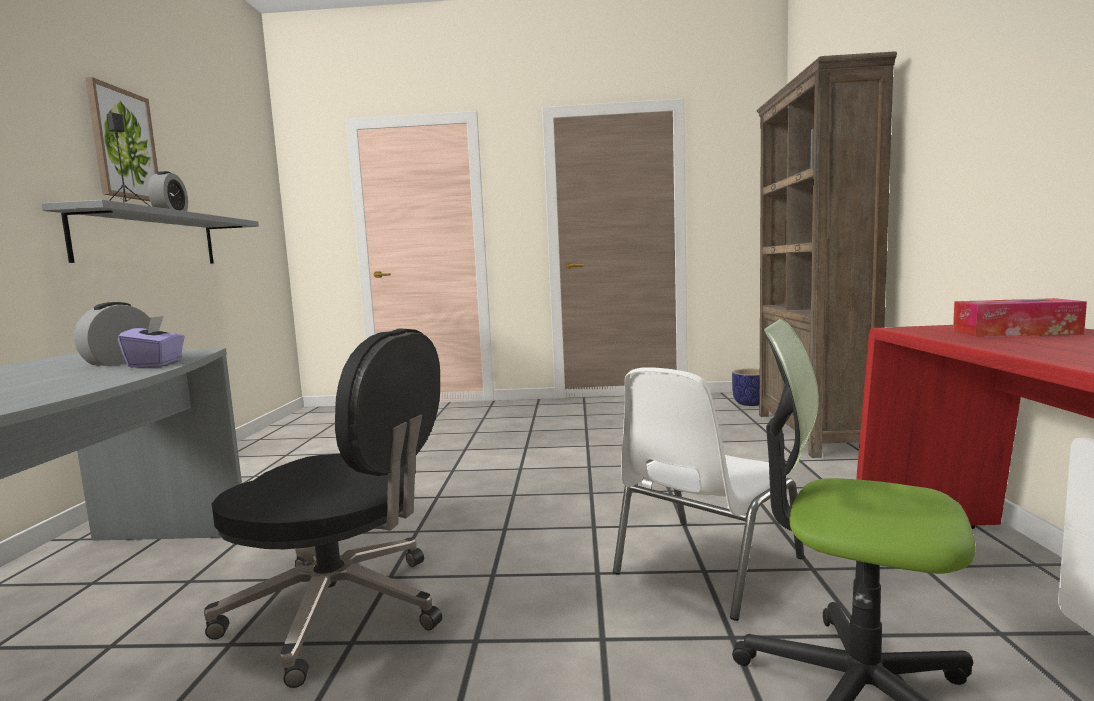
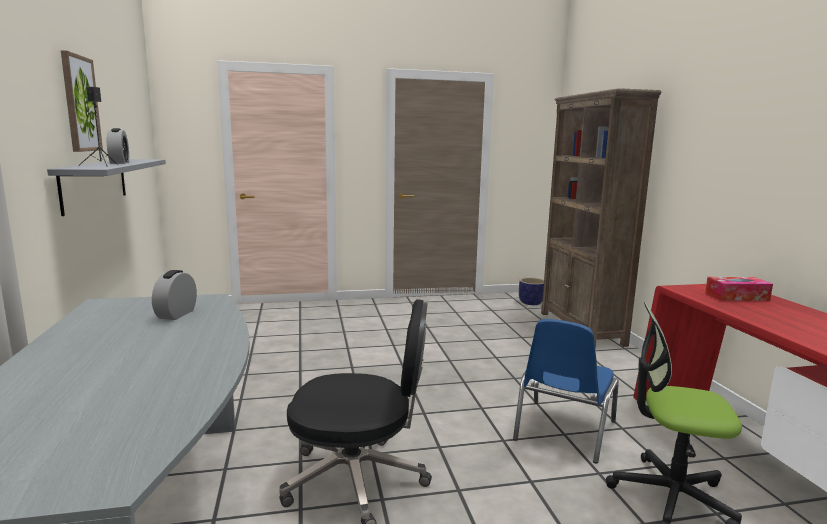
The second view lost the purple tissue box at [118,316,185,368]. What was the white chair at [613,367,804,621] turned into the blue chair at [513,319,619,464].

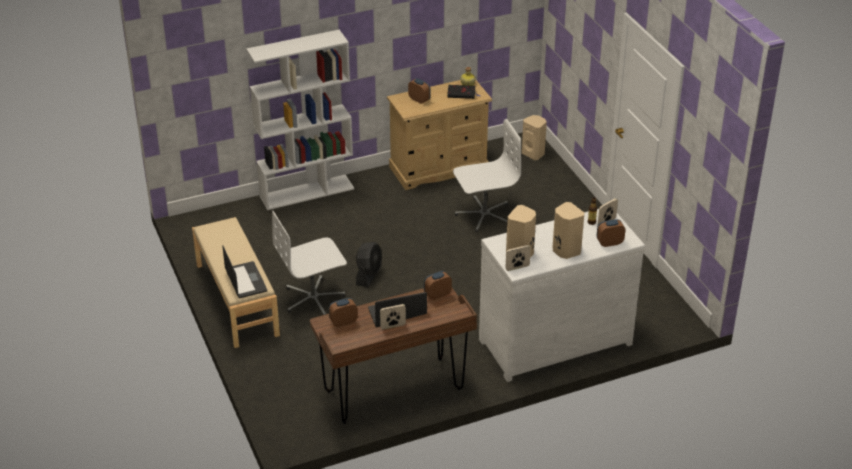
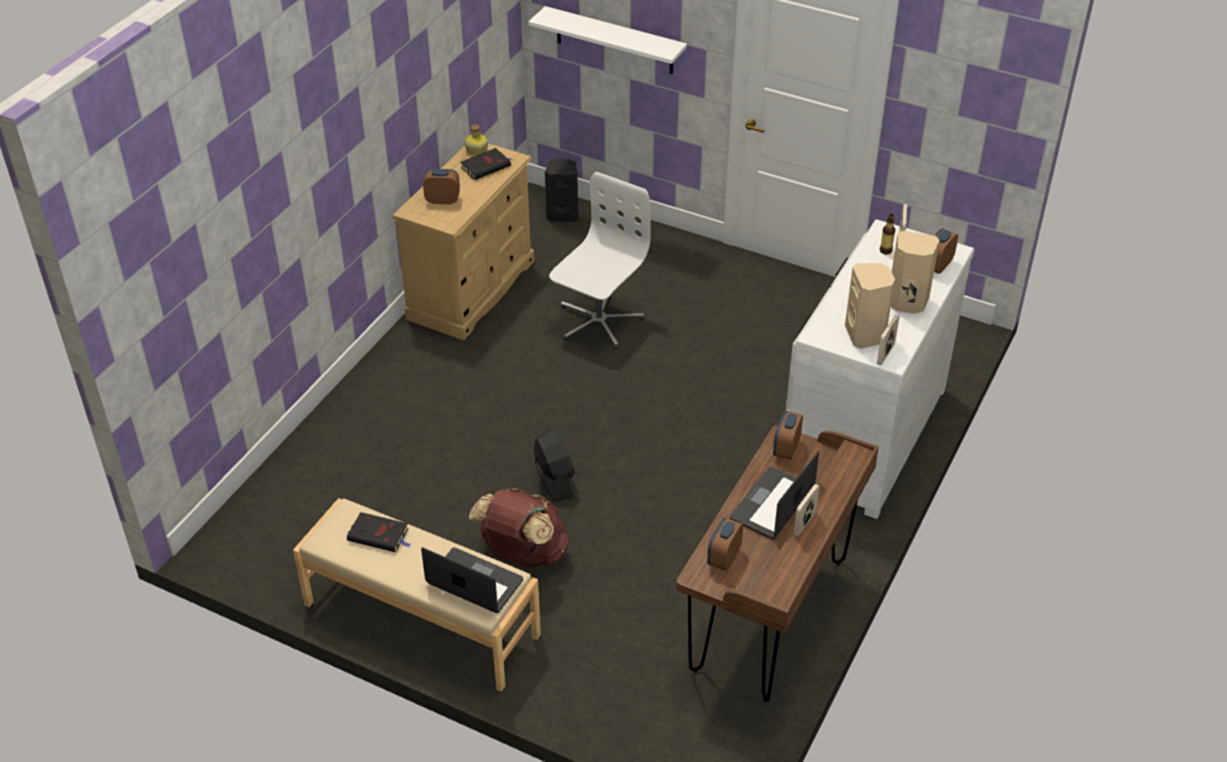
The second view lost the white bookcase at [246,30,354,210]. Where the white office chair stood at [272,211,347,315], the brown backpack came to stand at [469,488,570,568]. What was the beige speaker at [522,115,547,160] turned into the black speaker at [545,159,578,222]. The second view gained the black book at [347,512,411,552]. The second view gained the white shelf at [528,6,687,74].

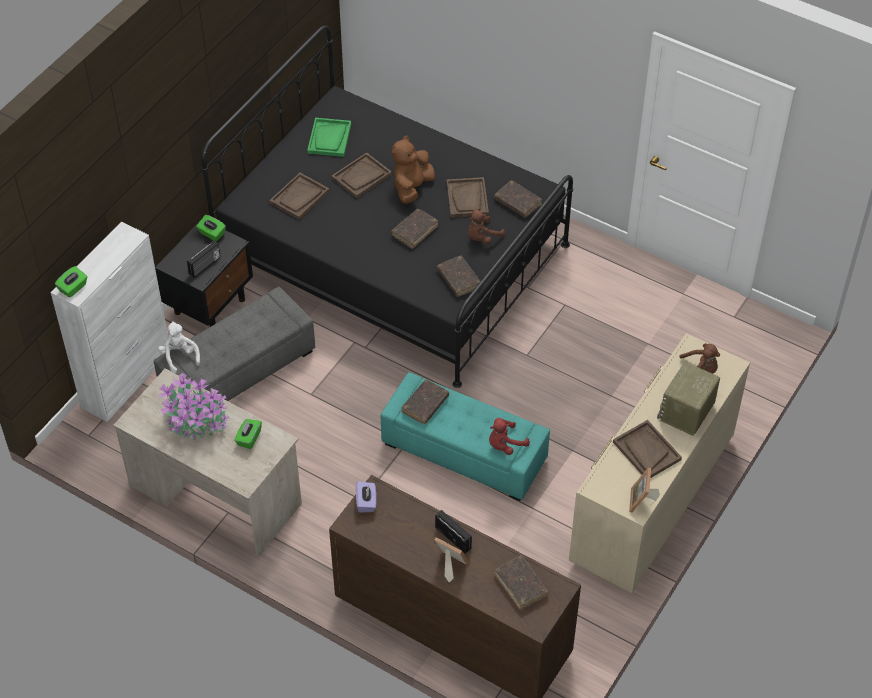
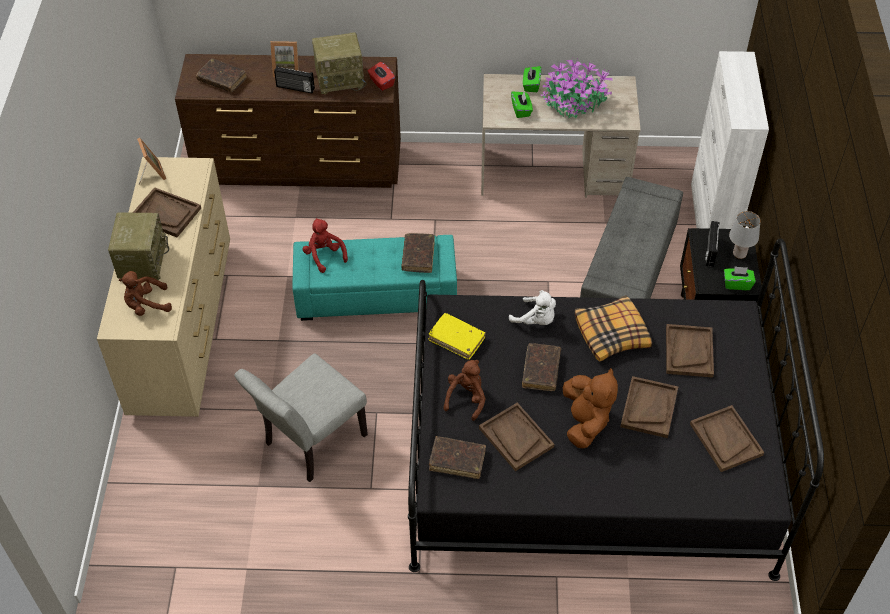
The green tissue box ended up elsewhere, having gone from [55,266,87,298] to [523,66,541,92]. The white plush toy ended up elsewhere, having gone from [158,321,200,373] to [509,290,556,325]. What was the green tray at [307,118,351,157] turned into the brown tray at [690,405,764,472]. What was the purple tissue box at [356,481,376,513] turned into the red tissue box at [368,62,395,91]. What was the brown book at [437,255,480,297] turned into the yellow book at [428,313,486,360]. The red plush toy at [489,418,530,455] ended up facing another way, 60 degrees counterclockwise from before. The second view gained the grey chair at [234,353,368,482]. The second view gained the radio at [312,32,367,94]. The second view gained the pillow at [575,295,652,362]. The second view gained the grey table lamp at [729,211,761,259].

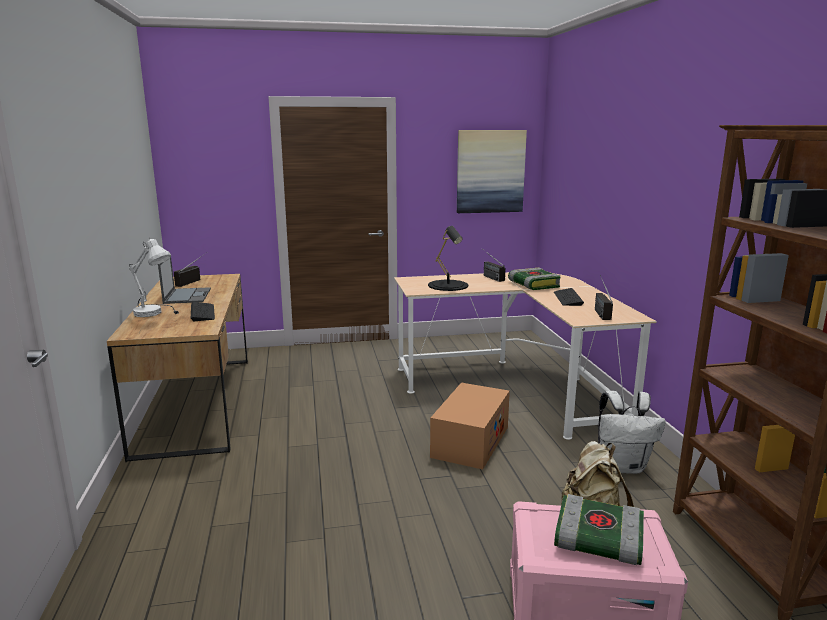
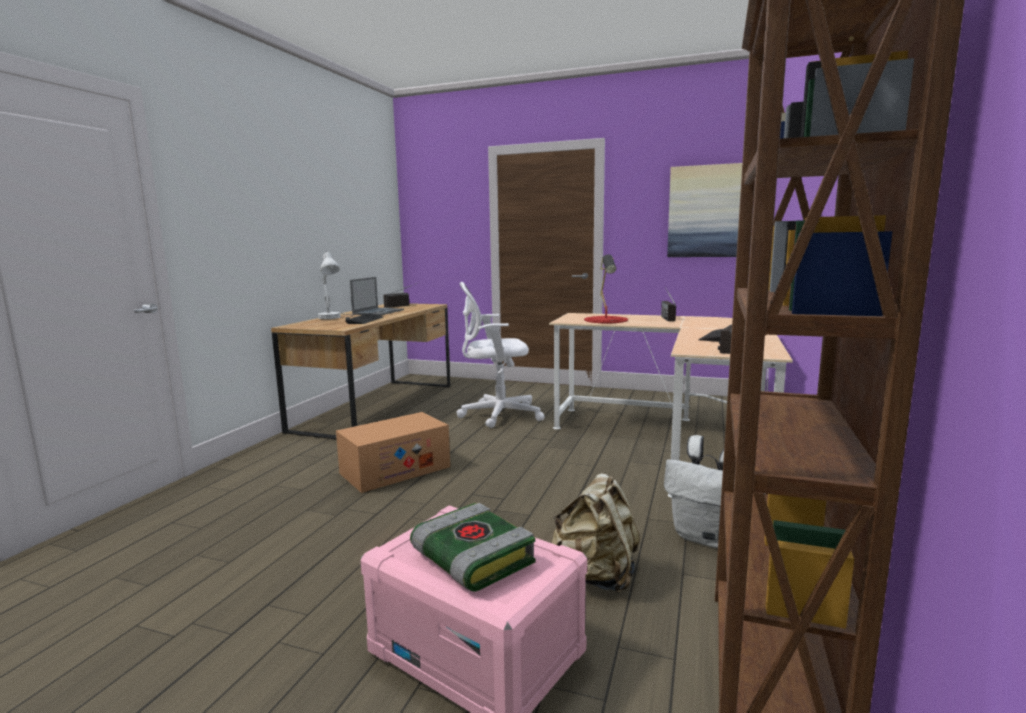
What was the black table lamp at [428,226,468,291] turned into the red table lamp at [584,254,628,323]. The cardboard box ended up elsewhere, having gone from [430,383,510,469] to [336,412,450,493]. The second view lost the book at [508,268,561,290]. The second view gained the white office chair at [456,282,545,428].

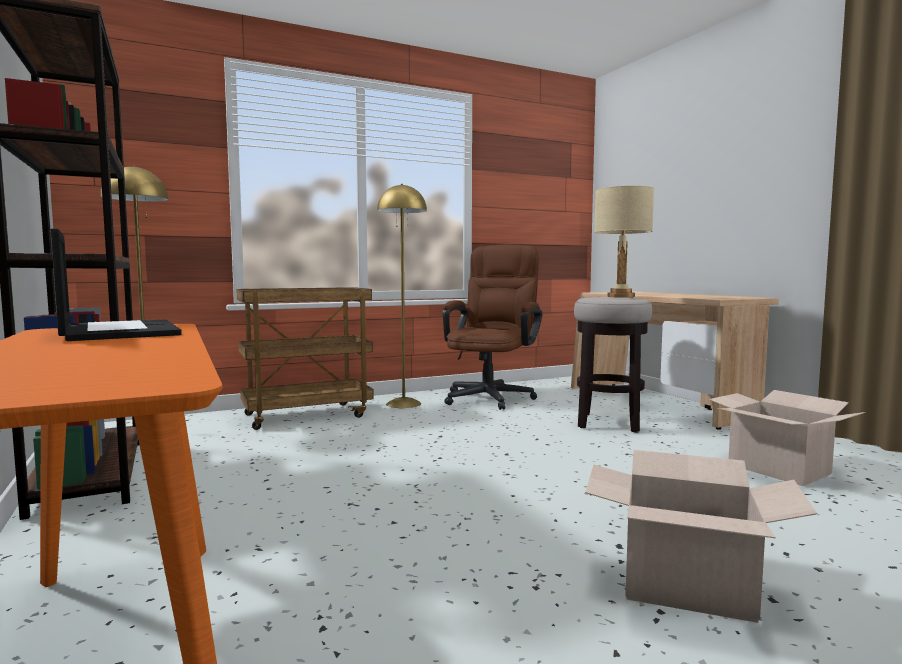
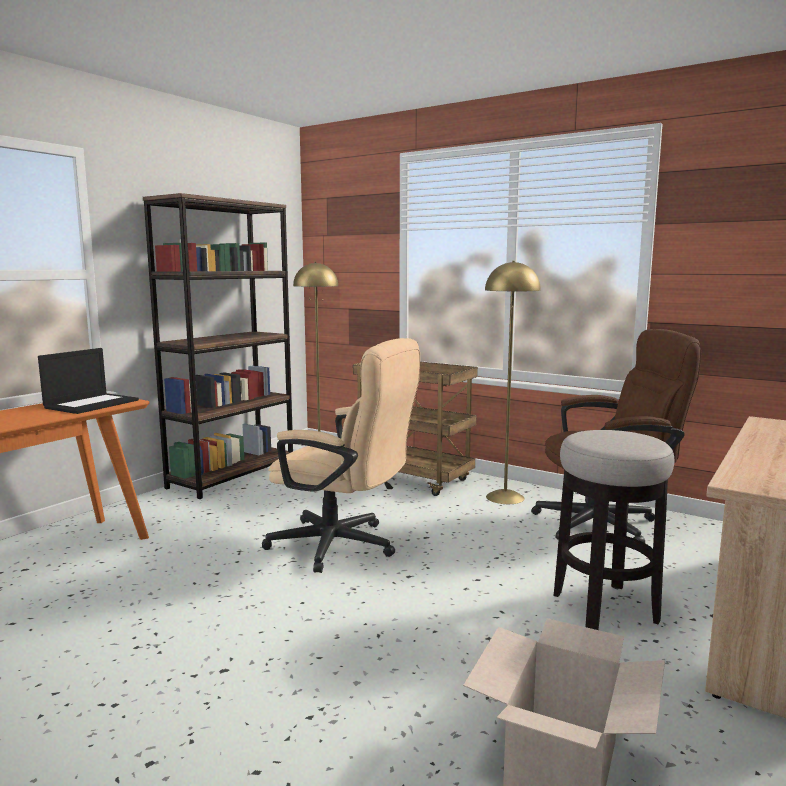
The second view lost the cardboard box at [585,450,817,623]. The second view lost the beige table lamp at [594,186,654,298]. The second view gained the beige office chair at [262,338,420,573].

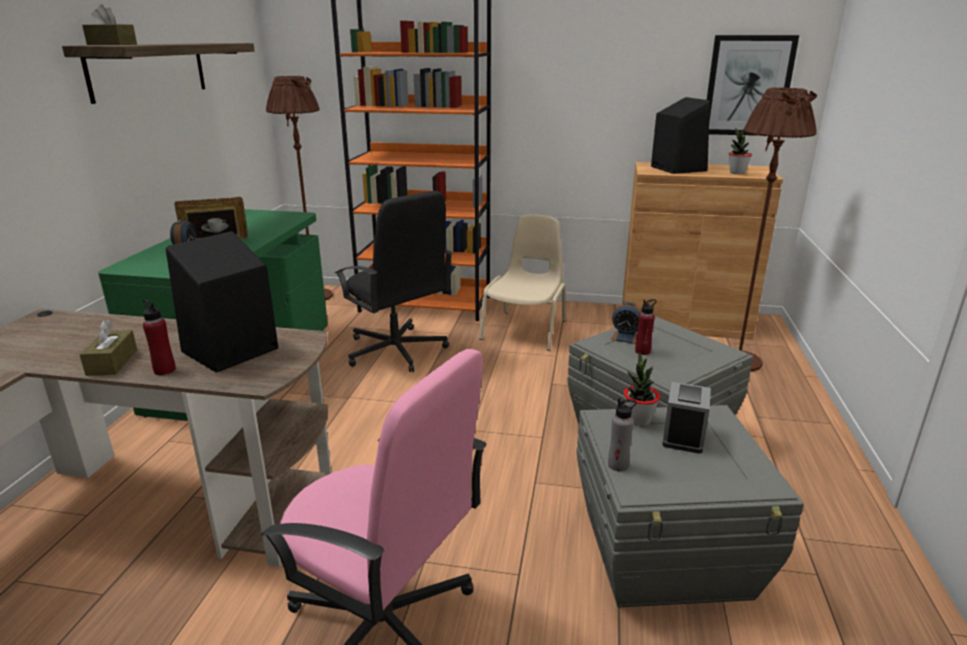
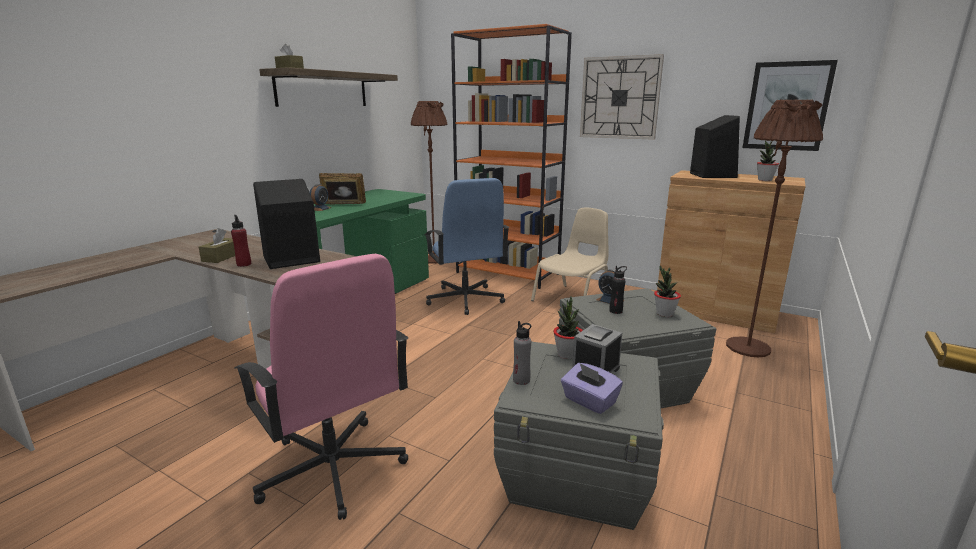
What was the black office chair at [335,191,453,372] turned into the blue office chair at [425,178,510,315]. What was the red bottle at [635,299,657,355] turned into the black bottle at [609,266,627,314]. The second view gained the purple tissue box at [561,363,623,414]. The second view gained the wall clock at [580,54,664,140]. The second view gained the potted plant at [654,265,681,317].

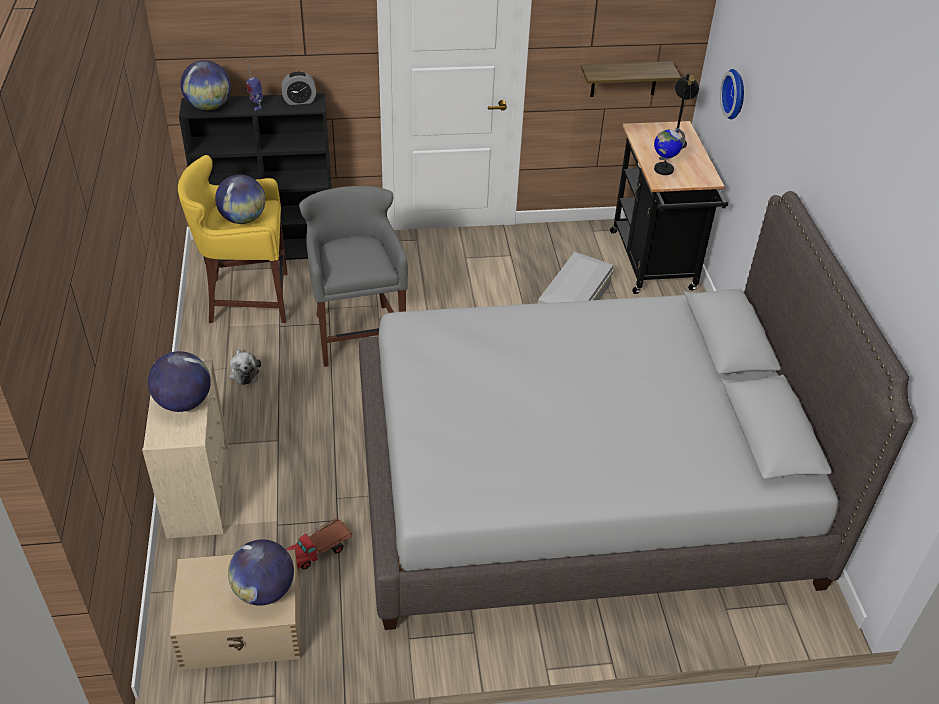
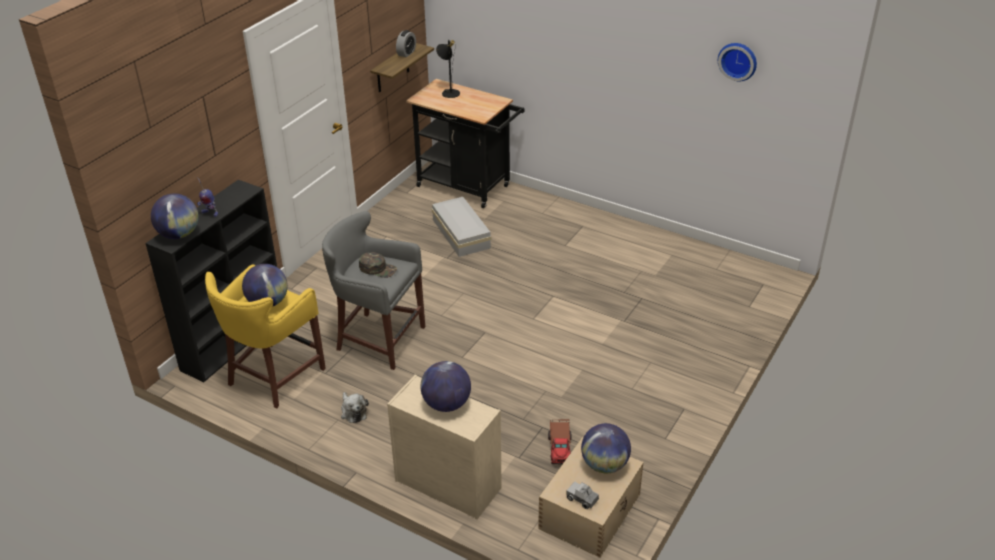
The plush toy at [229,349,261,385] ended up facing another way, 45 degrees clockwise from before. The alarm clock ended up elsewhere, having gone from [281,71,316,105] to [396,30,416,57]. The second view lost the grey bed at [359,191,914,630]. The second view lost the globe at [654,128,685,175]. The wall clock ended up elsewhere, having gone from [720,69,744,119] to [718,43,757,81]. The second view gained the green cap at [359,252,397,278]. The second view gained the toy truck at [566,481,599,509].

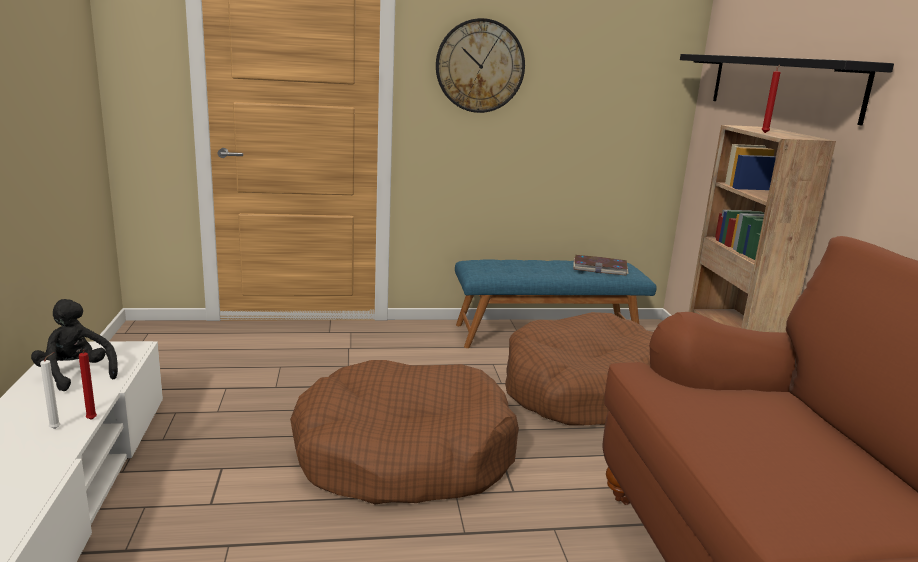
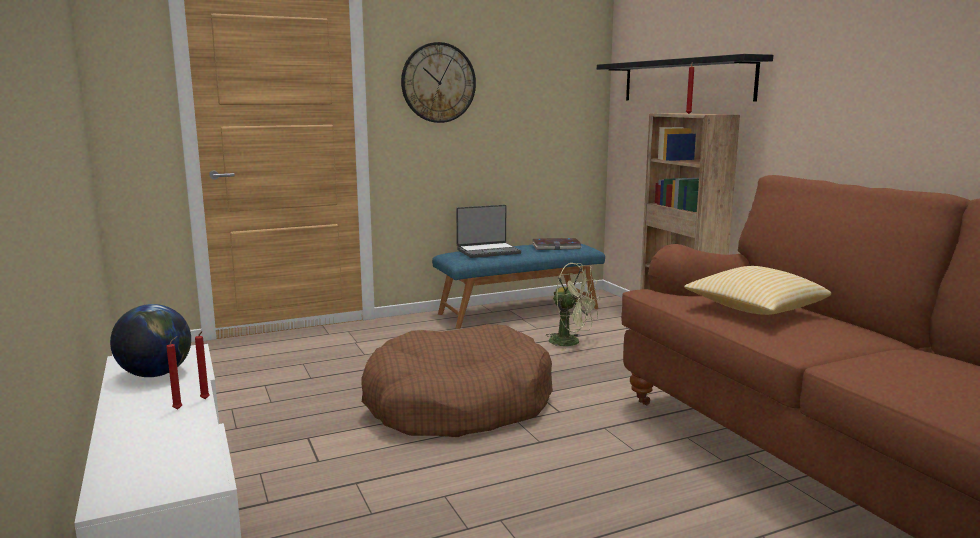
Where the black plush toy stood at [31,299,118,391], the globe came to stand at [110,304,191,377]. What was the white candle at [40,352,60,429] turned into the red candle at [166,336,182,409]. Where the brown dog bed stood at [505,312,653,426], the green fan came to stand at [546,263,600,351]. The second view gained the laptop at [456,205,521,258]. The second view gained the pillow at [684,266,831,315].

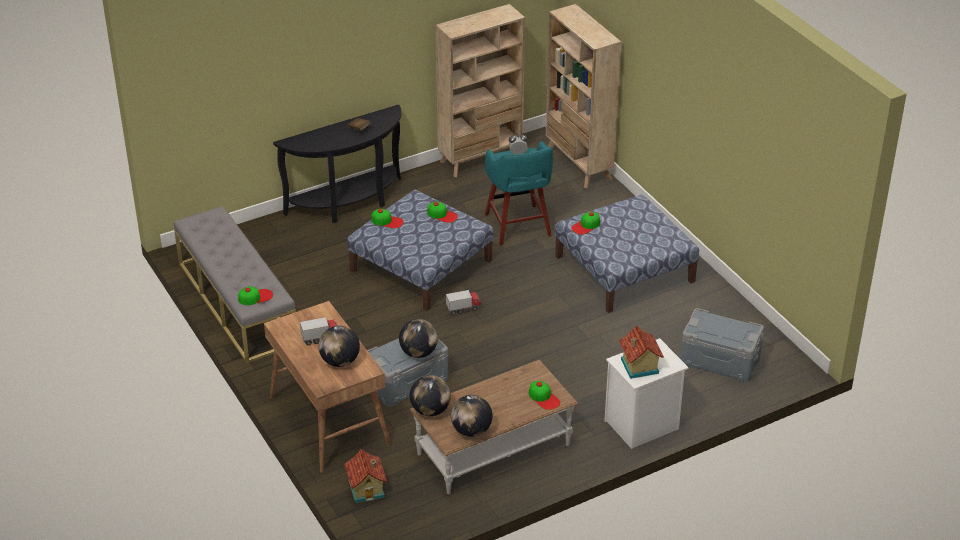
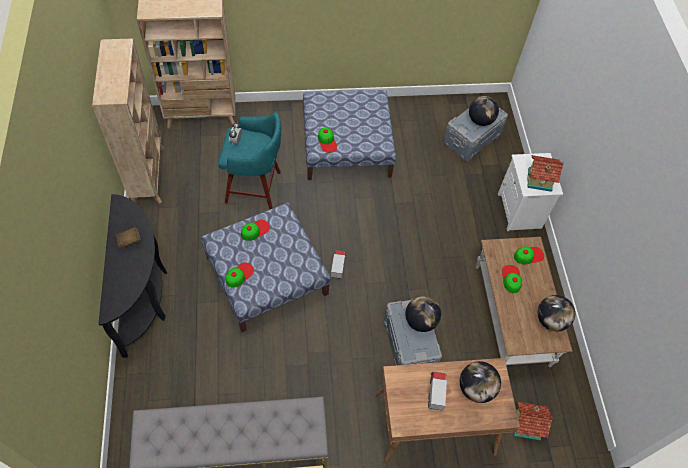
The cap ended up elsewhere, having gone from [238,286,273,305] to [502,265,522,293]. The globe ended up elsewhere, having gone from [410,375,451,416] to [469,96,499,126].

